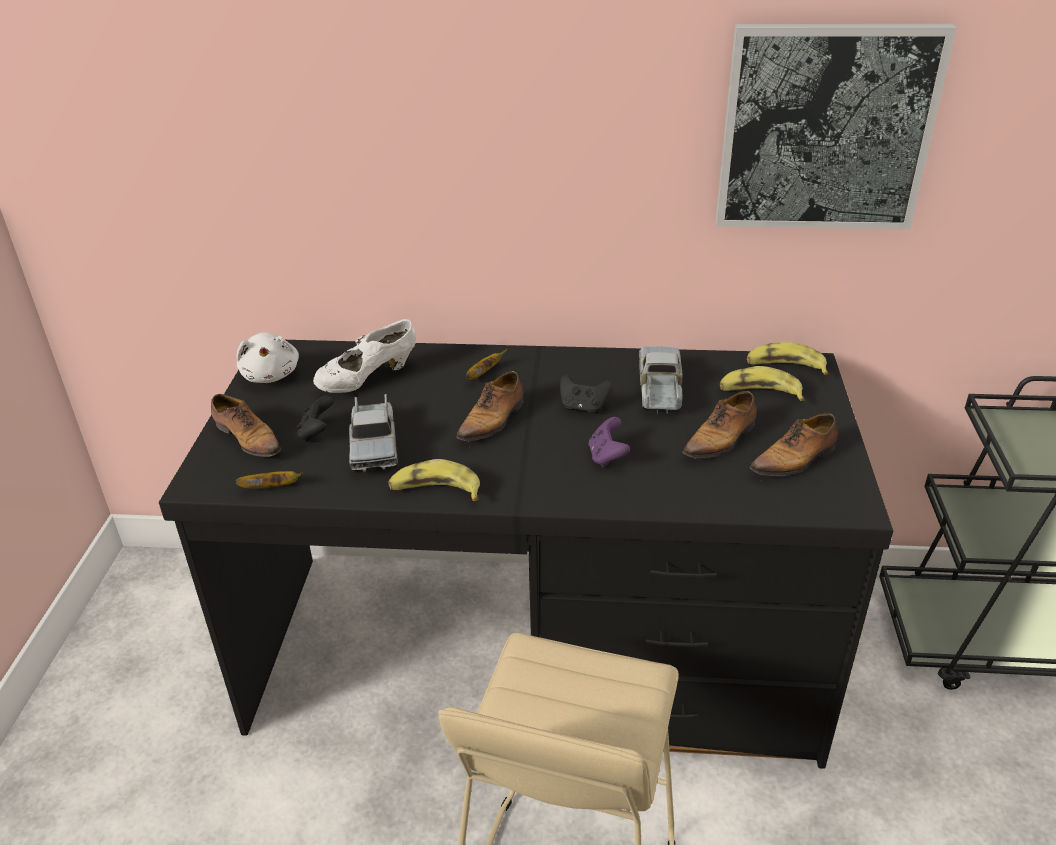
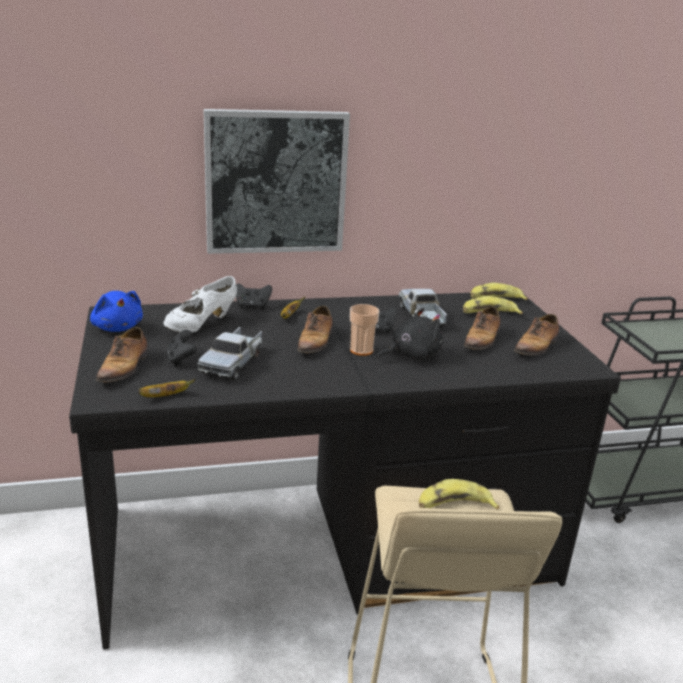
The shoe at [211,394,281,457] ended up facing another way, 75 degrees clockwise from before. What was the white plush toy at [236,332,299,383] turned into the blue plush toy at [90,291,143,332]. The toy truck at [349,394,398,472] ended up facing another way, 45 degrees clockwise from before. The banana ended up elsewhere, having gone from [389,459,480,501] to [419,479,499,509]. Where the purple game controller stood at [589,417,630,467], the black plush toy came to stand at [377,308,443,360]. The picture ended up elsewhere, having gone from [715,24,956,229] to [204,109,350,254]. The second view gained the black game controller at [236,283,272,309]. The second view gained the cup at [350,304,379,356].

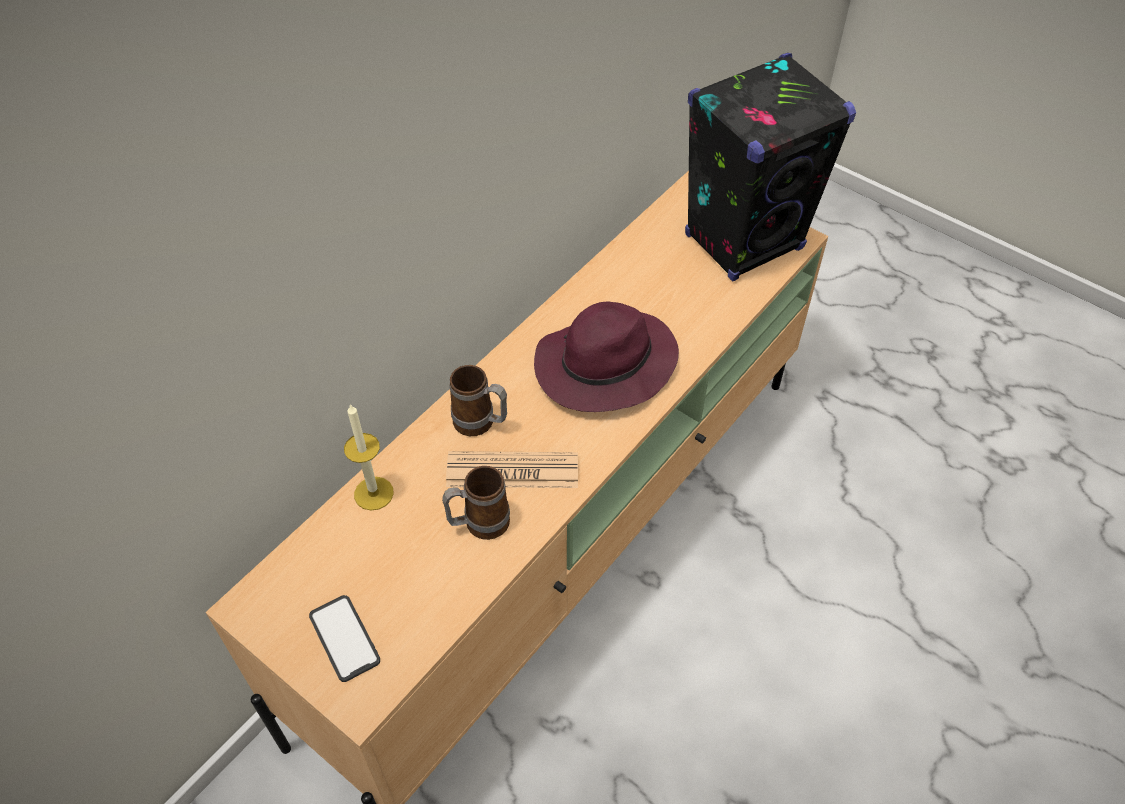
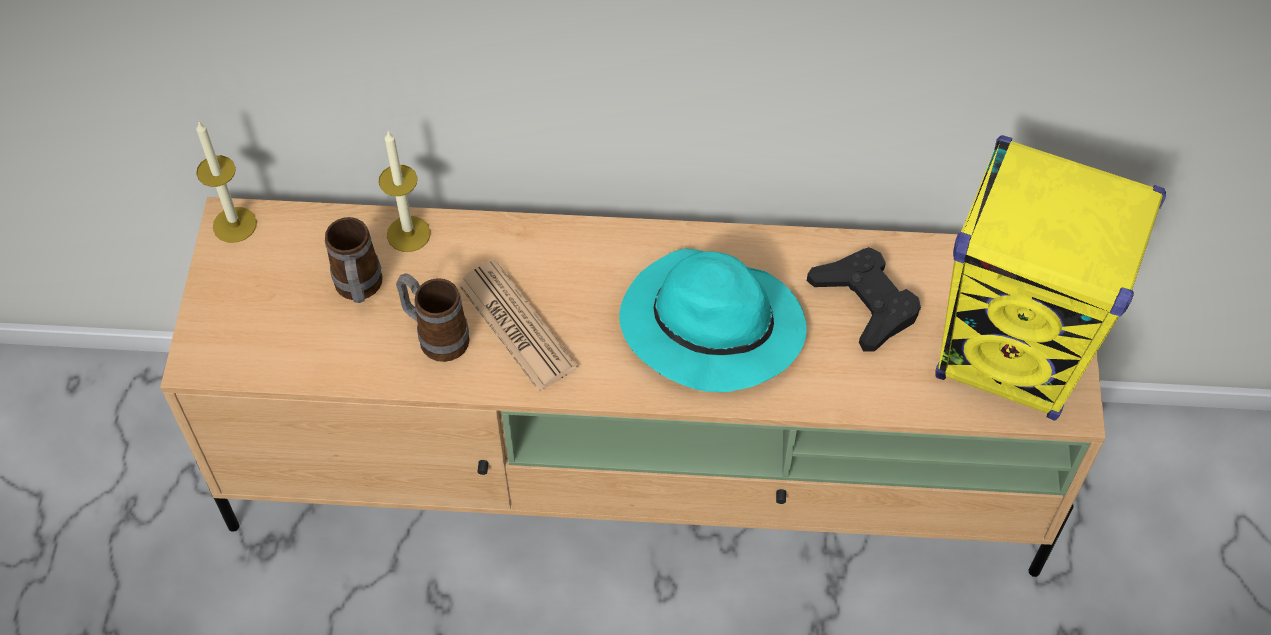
The second view lost the phone at [309,595,380,682]. The mug ended up elsewhere, having gone from [449,365,507,436] to [325,217,383,303]. What was the purple hat at [534,301,679,412] turned into the turquoise hat at [619,249,807,392]. What was the black speaker at [685,53,856,281] turned into the yellow speaker at [935,135,1166,420]. The second view gained the candle at [196,120,257,243]. The second view gained the black game controller at [807,247,921,351].

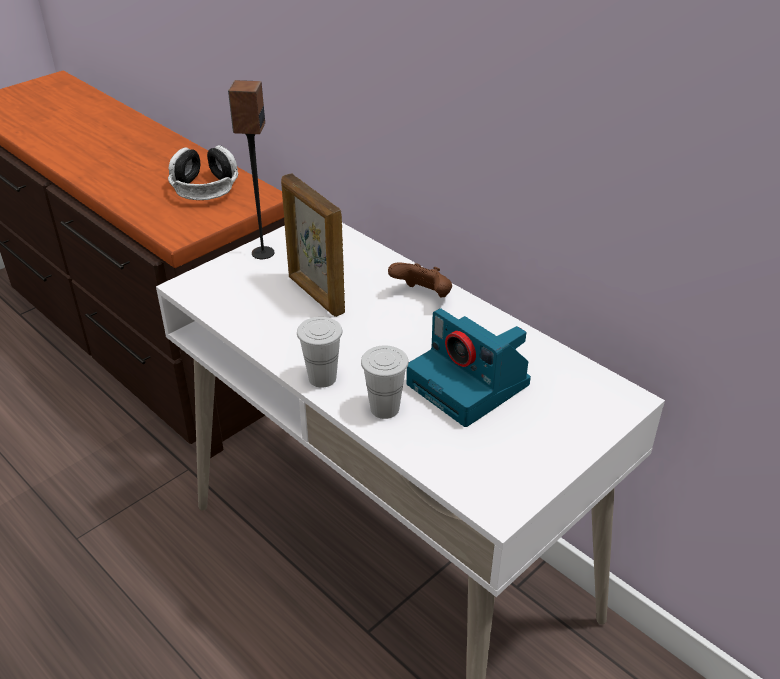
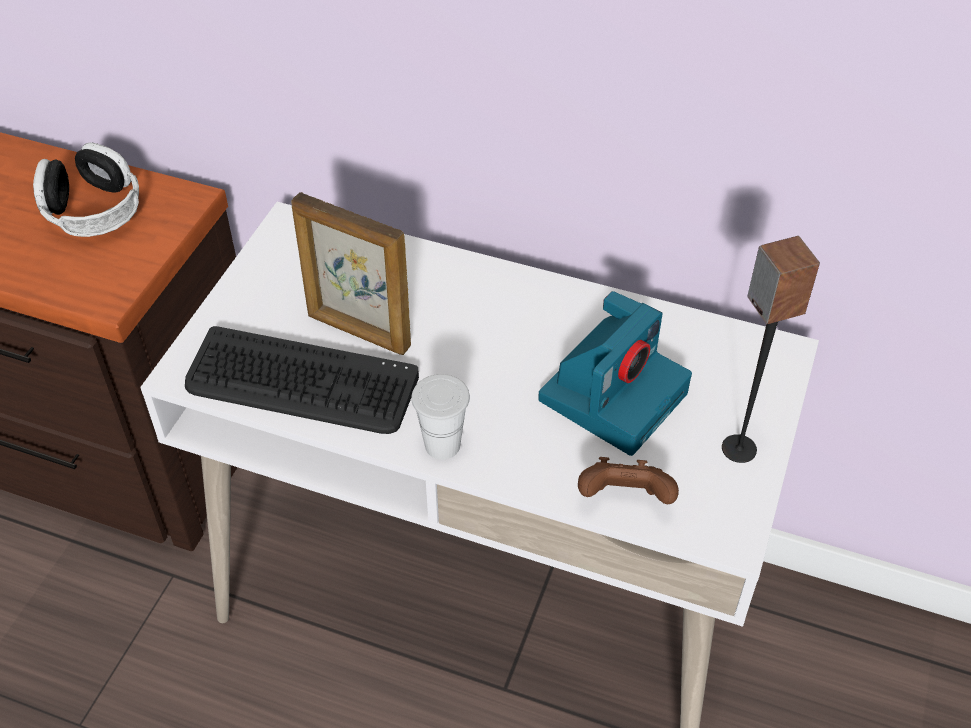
The speaker ended up elsewhere, having gone from [228,80,275,259] to [722,236,820,463]. The second view lost the white cup at [361,345,408,419]. The brown game controller ended up elsewhere, having gone from [388,263,452,297] to [578,457,679,505]. The photo camera at [407,308,531,427] ended up facing another way, 75 degrees counterclockwise from before. The second view gained the keyboard at [185,326,419,434].

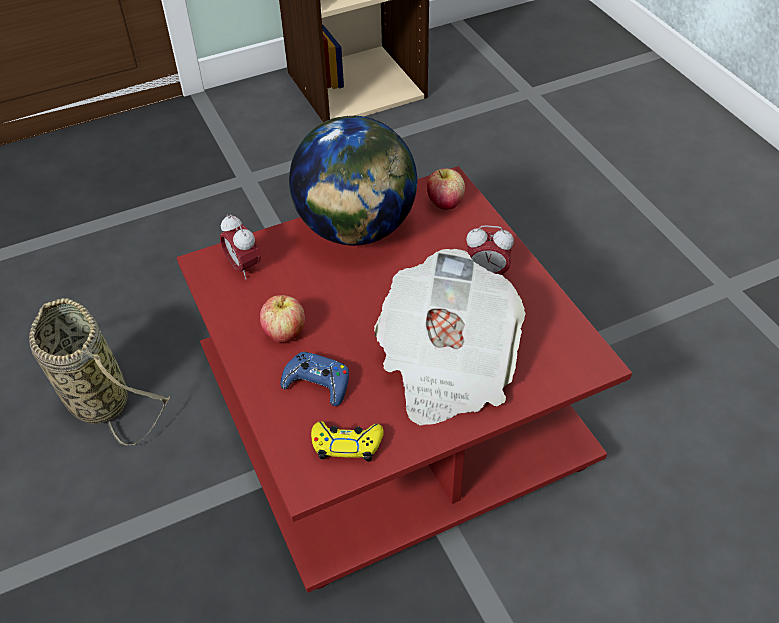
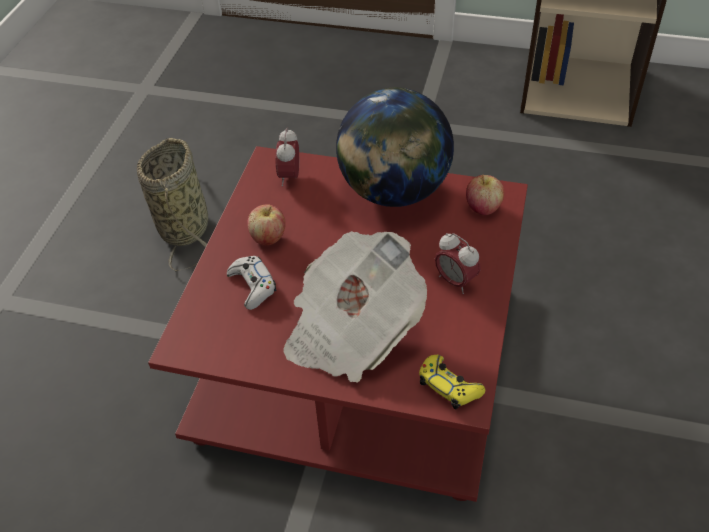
What was the blue game controller at [280,351,349,406] turned into the white game controller at [227,256,277,310]. The yellow game controller ended up elsewhere, having gone from [311,421,384,462] to [419,355,485,409].

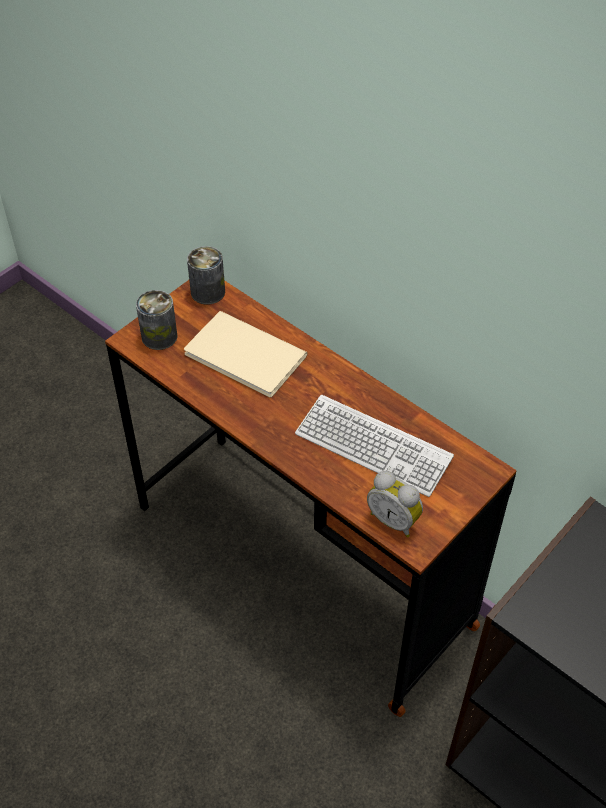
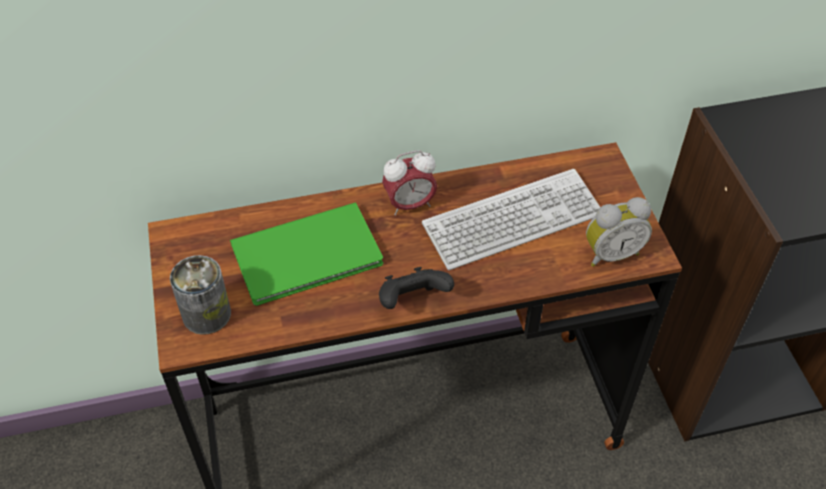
What was the beige book at [184,311,308,398] turned into the green book at [230,202,383,306]. The second view lost the can at [187,246,225,305]. The second view gained the black game controller at [379,267,454,309]. The second view gained the alarm clock at [382,150,437,215].

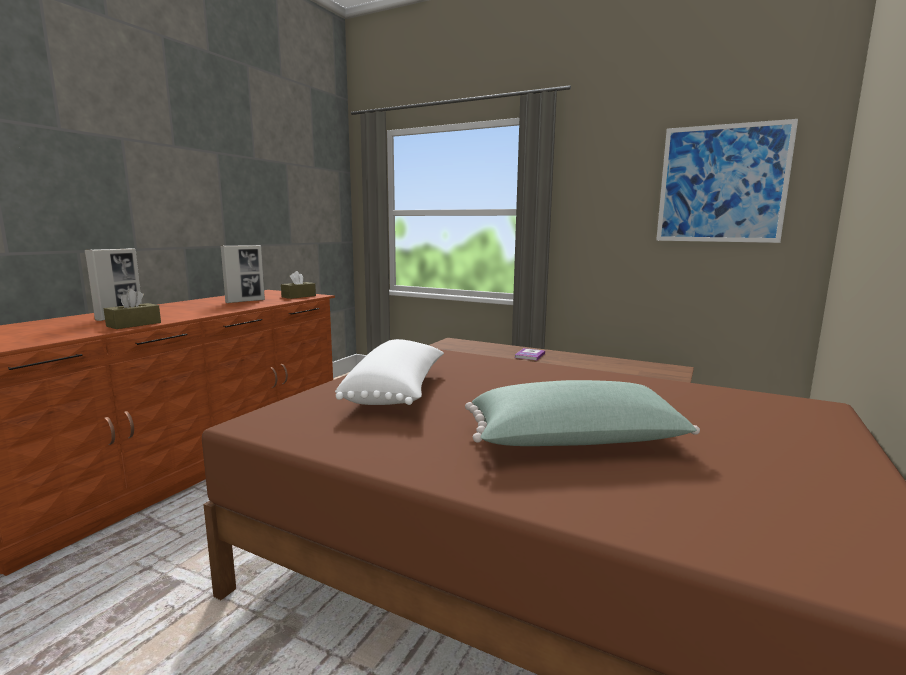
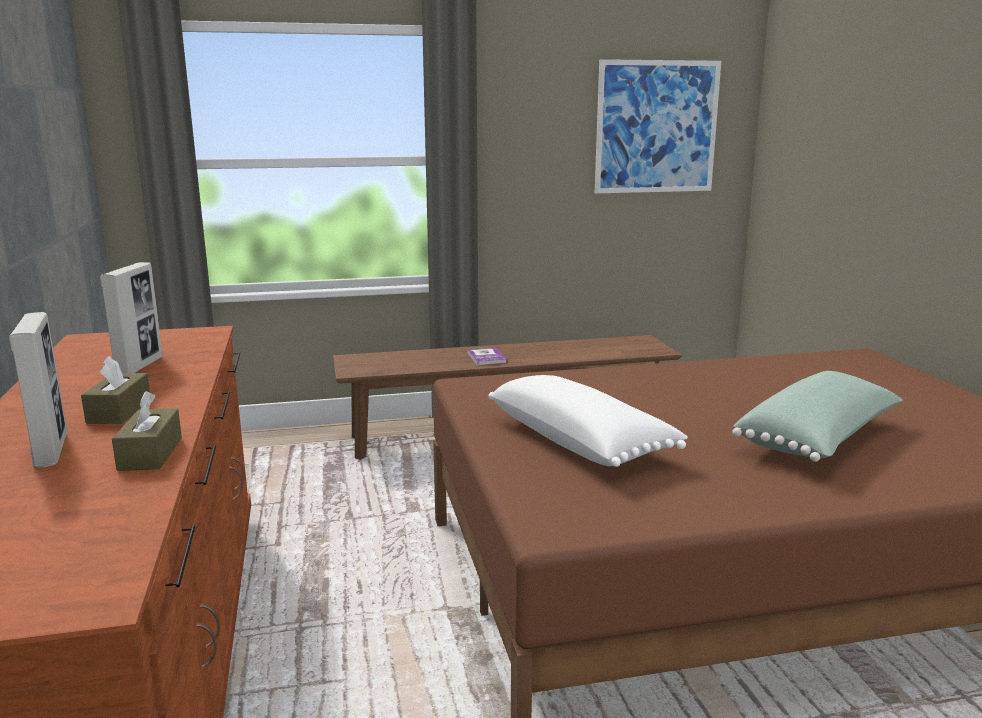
The brown tissue box ended up elsewhere, having gone from [281,271,316,299] to [81,356,150,424].

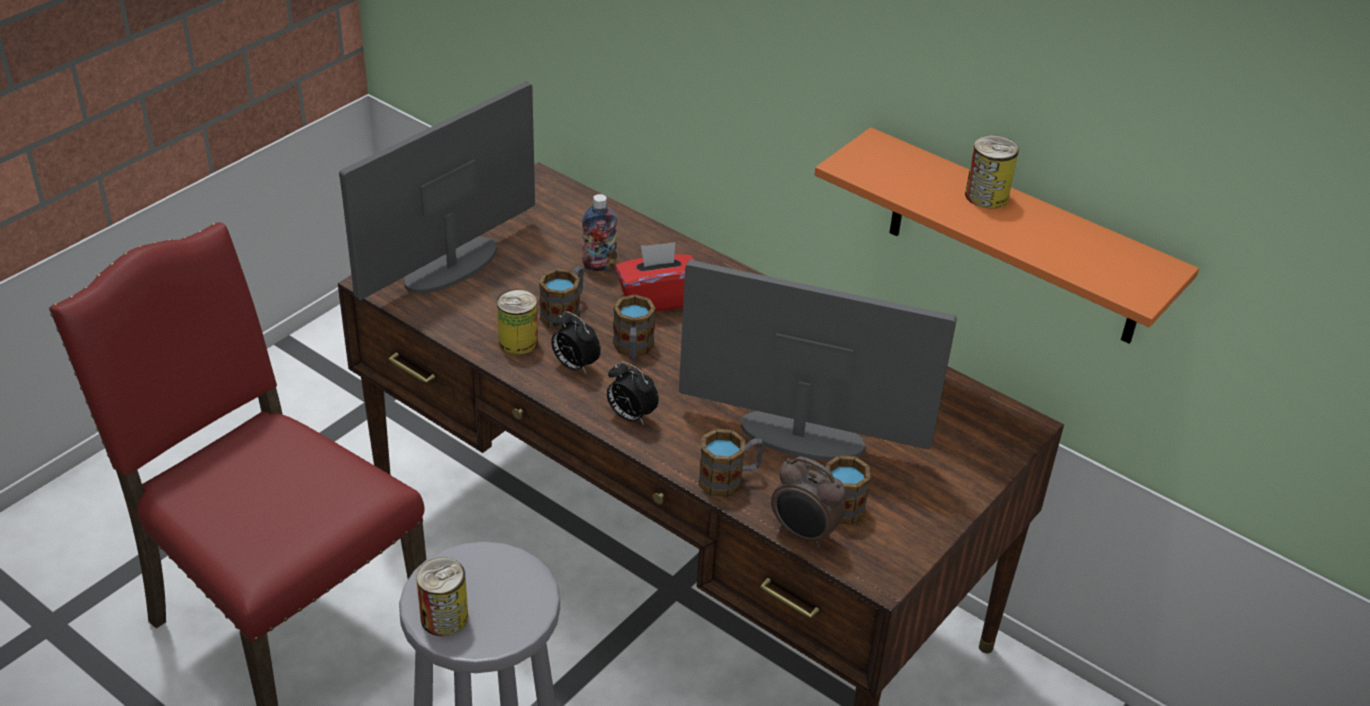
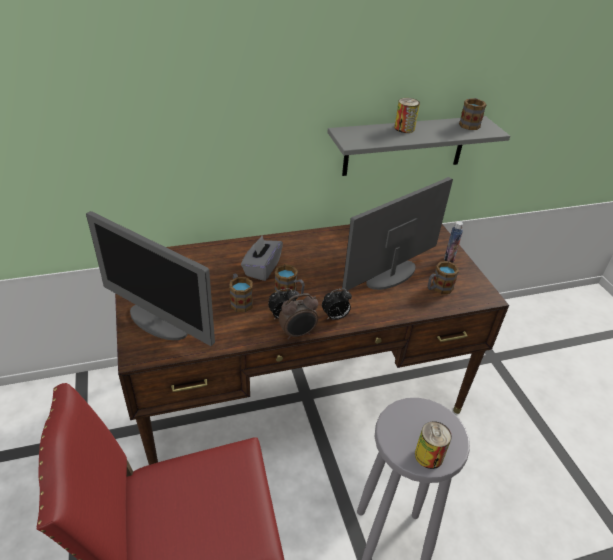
The monitor at [339,82,535,300] ended up facing another way, 45 degrees counterclockwise from before. The second view lost the can at [497,289,538,355]. The bottle ended up elsewhere, having gone from [582,194,617,271] to [444,221,463,263]. What was the red tissue box at [615,242,694,311] turned into the grey tissue box at [241,236,283,281]. The mug ended up elsewhere, having gone from [698,429,764,497] to [459,98,487,130]. The alarm clock ended up elsewhere, having gone from [771,456,846,548] to [279,293,318,340]. What was the orange shelf at [815,127,1199,344] turned into the grey shelf at [327,116,510,176].

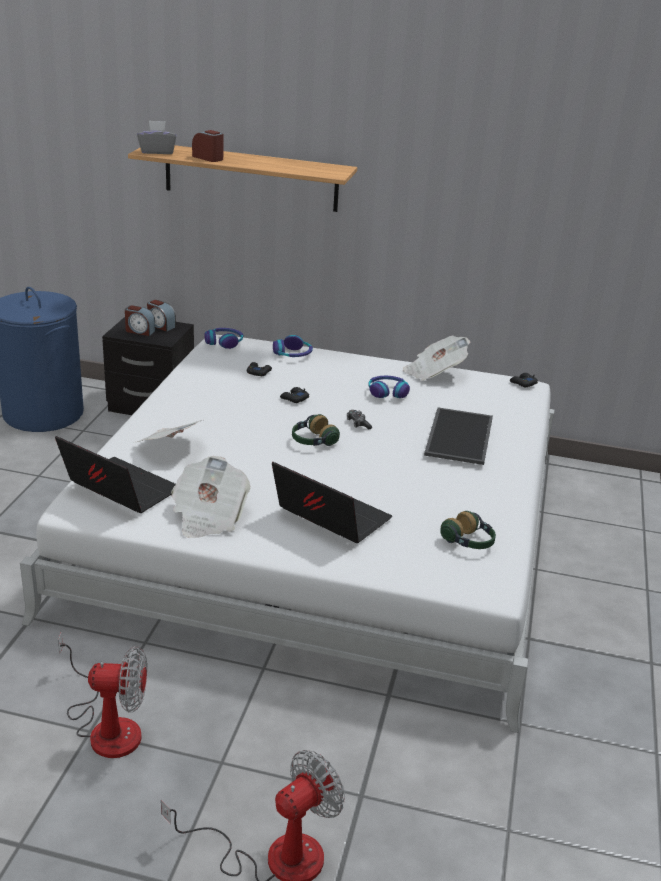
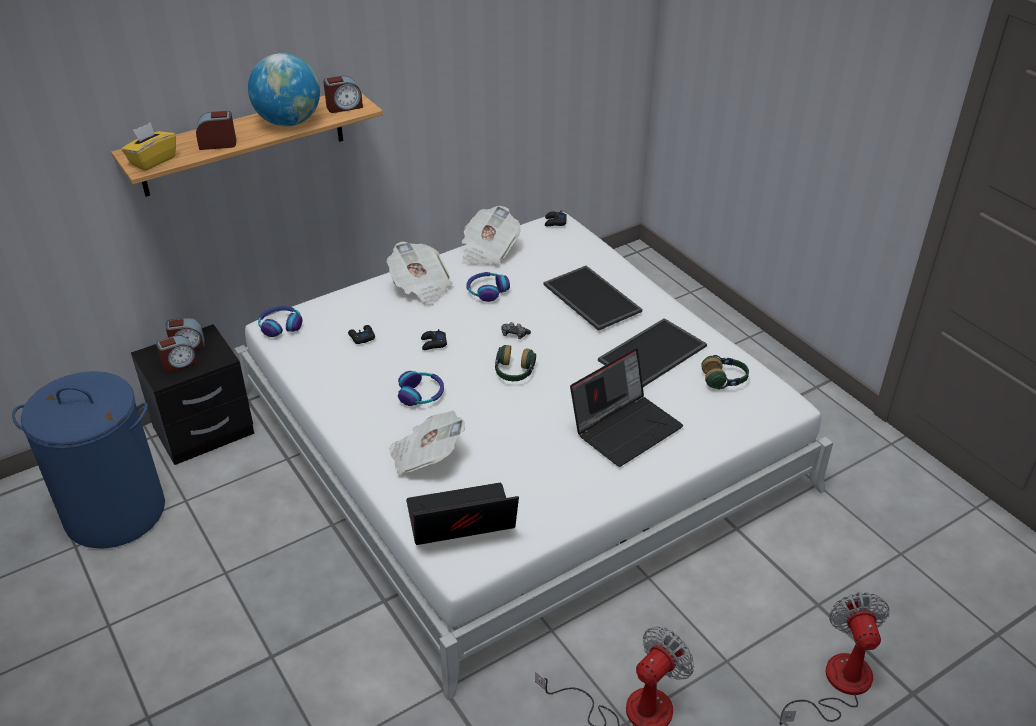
What was the grey tissue box at [137,120,177,154] turned into the yellow tissue box at [121,122,176,171]. The newspaper ended up elsewhere, having gone from [171,456,251,538] to [387,241,453,305]. The laptop at [272,462,392,543] ended up facing another way, 150 degrees clockwise from before. The headphones ended up elsewhere, having gone from [273,335,313,357] to [398,371,444,406]. The second view gained the globe at [248,53,320,126]. The second view gained the alarm clock at [323,76,363,113]. The second view gained the tray at [598,318,707,387].

